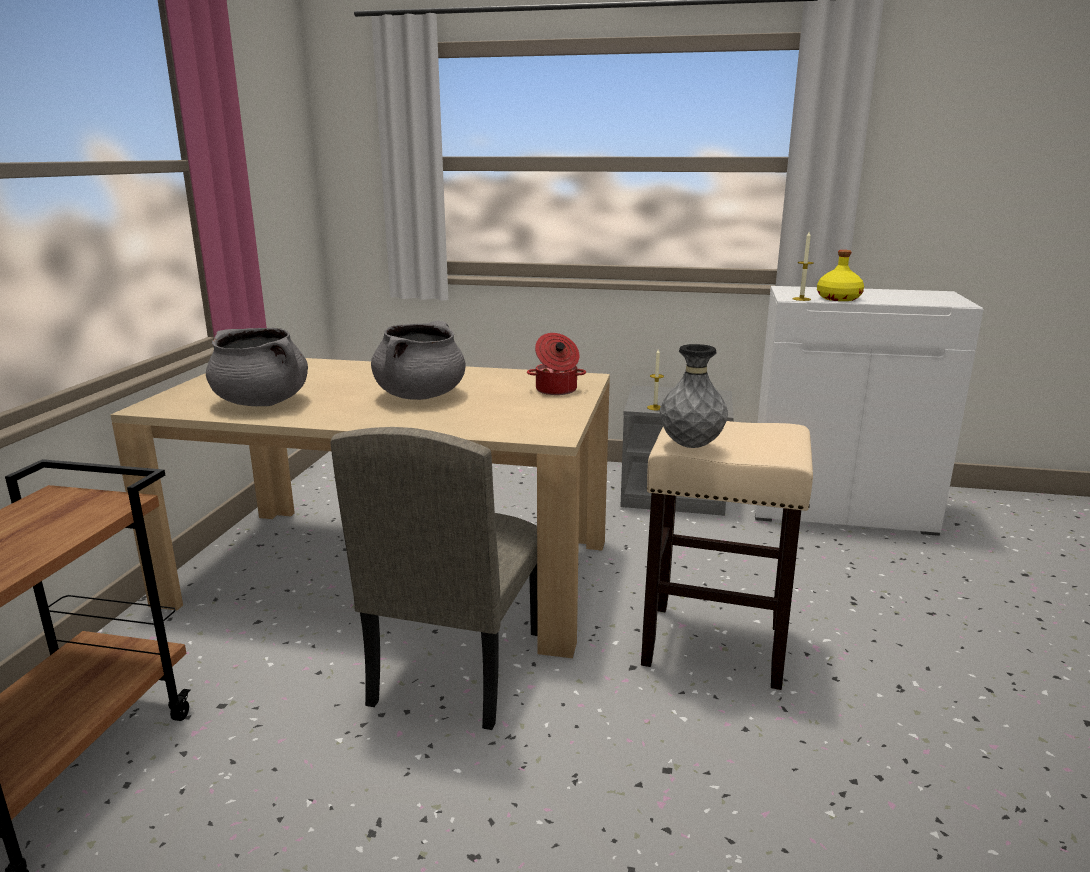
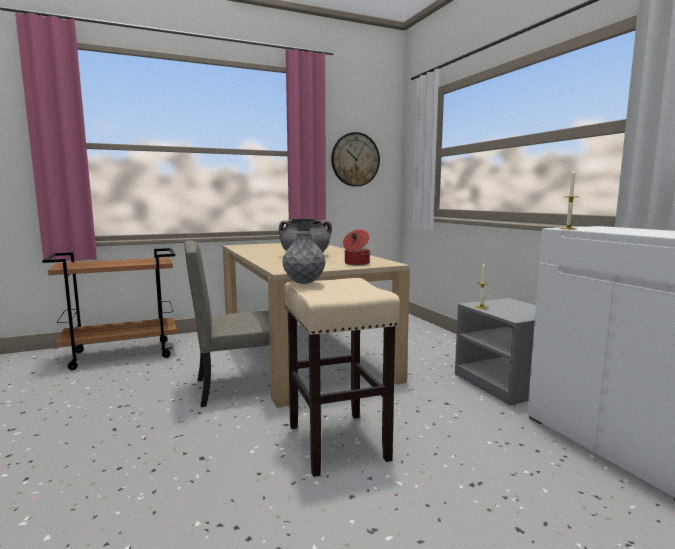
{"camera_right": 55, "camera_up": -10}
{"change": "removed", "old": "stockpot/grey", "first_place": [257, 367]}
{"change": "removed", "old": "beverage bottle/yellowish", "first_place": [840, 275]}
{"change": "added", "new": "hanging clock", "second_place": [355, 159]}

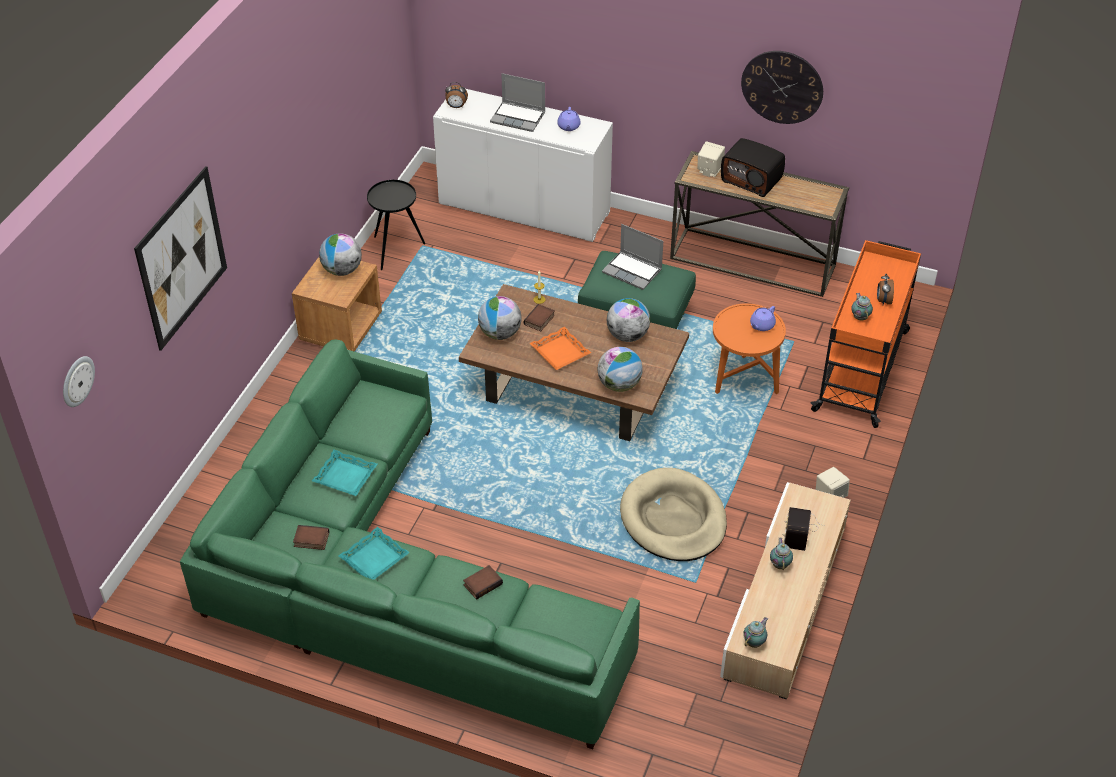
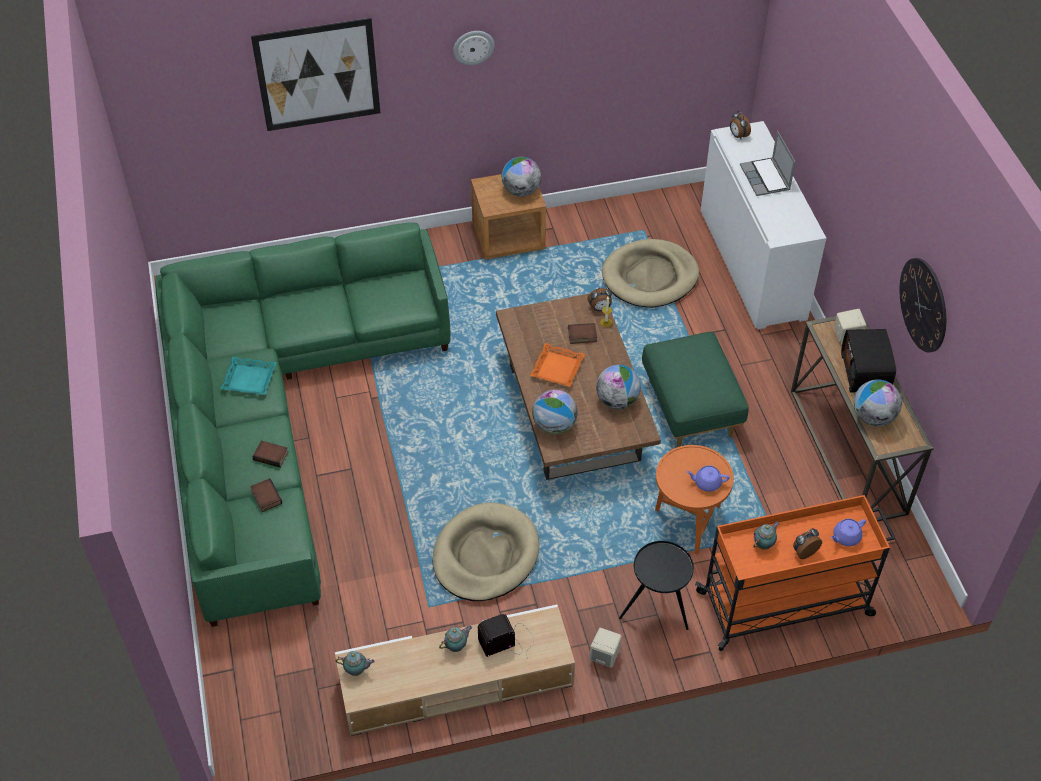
{"camera_right": 55, "camera_up": 5}
{"change": "moved", "old": "hanging clock", "first_place": [79, 381], "second_place": [473, 48]}
{"change": "moved", "old": "volume", "first_place": [311, 537], "second_place": [266, 495]}
{"change": "removed", "old": "serving tray/turquoise", "first_place": [344, 473]}
{"change": "moved", "old": "side table/black-coloured", "first_place": [396, 225], "second_place": [656, 585]}
{"change": "moved", "old": "world globe", "first_place": [500, 318], "second_place": [878, 402]}
{"change": "moved", "old": "pot for tea/purple-coloured", "first_place": [569, 119], "second_place": [848, 532]}
{"change": "removed", "old": "laptop", "first_place": [632, 257]}
{"change": "added", "new": "bedside clock", "second_place": [600, 299]}
{"change": "added", "new": "pet bed/beige", "second_place": [650, 273]}

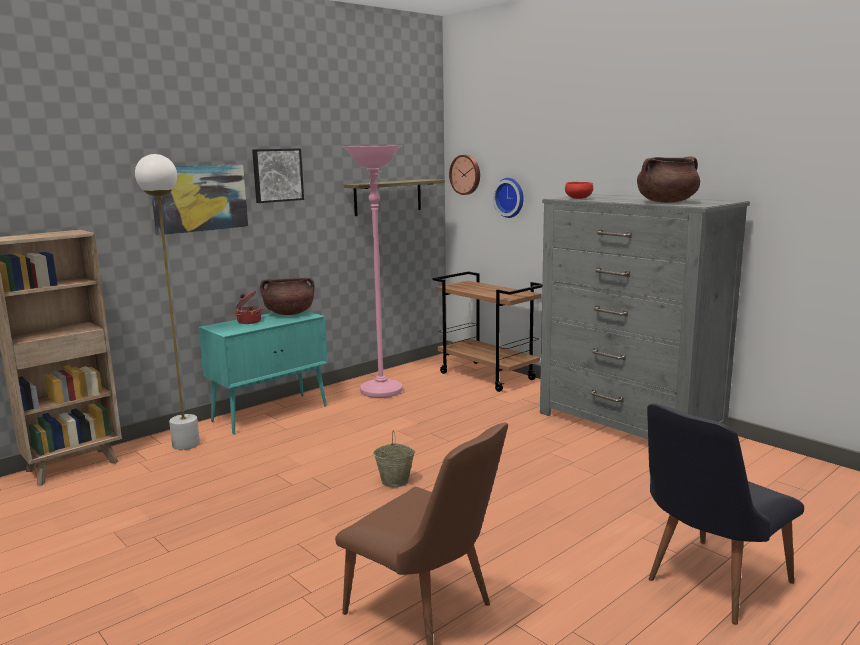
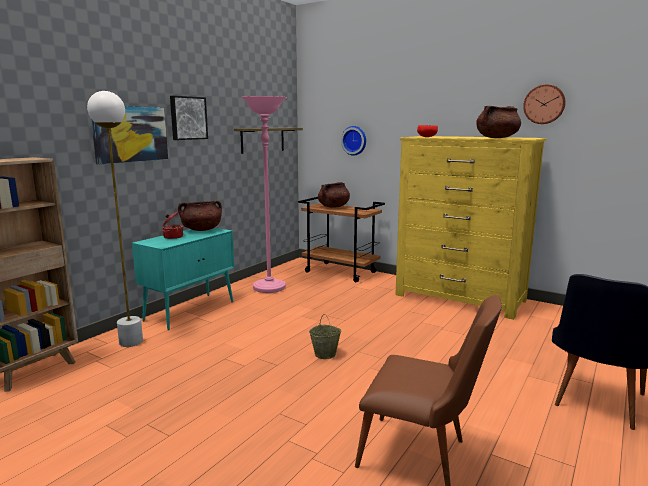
{"camera_right": -15, "camera_up": 0}
{"change": "moved", "old": "hanging clock", "first_place": [464, 175], "second_place": [544, 104]}
{"change": "recoloured", "old": "chest of drawers/grey", "new": "chest of drawers/yellowish", "first_place": [645, 316], "second_place": [470, 228]}
{"change": "added", "new": "stockpot/brown-coloured", "second_place": [334, 194]}

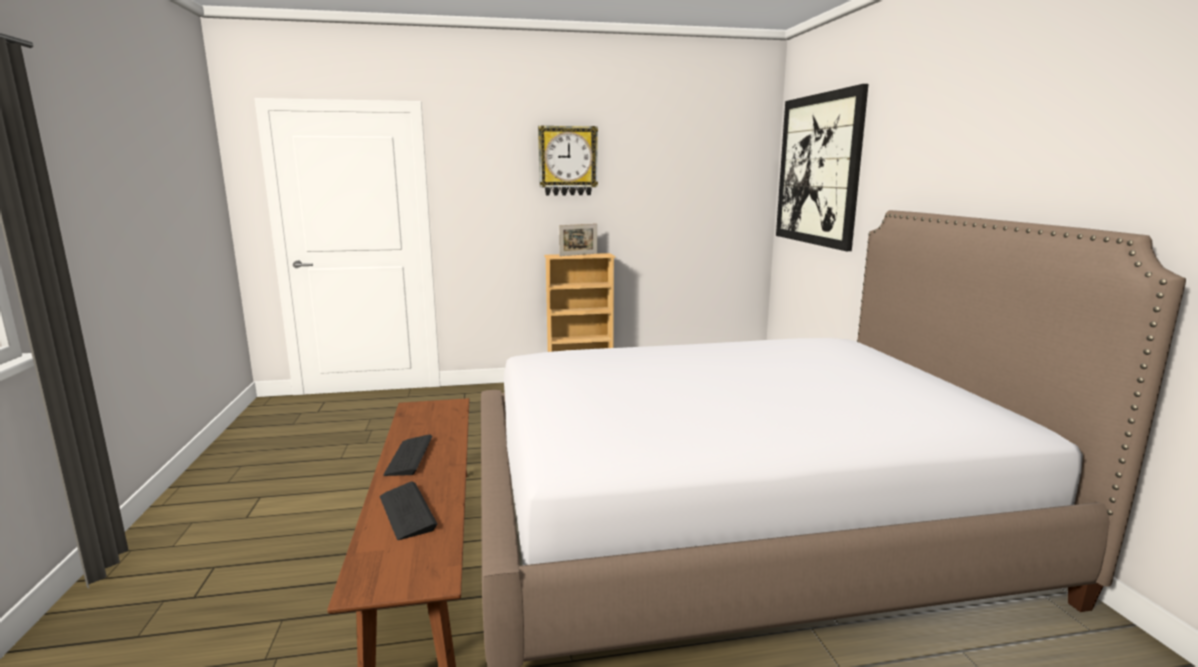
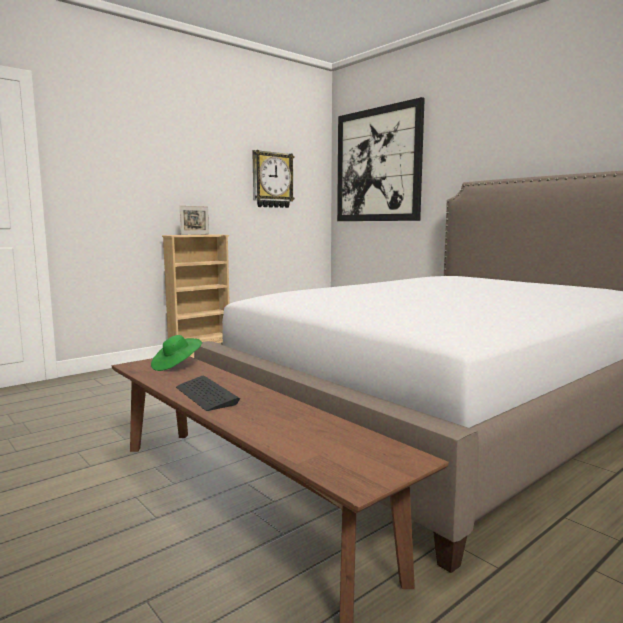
{"camera_right": -30, "camera_up": -5}
{"change": "removed", "old": "PC keyboard", "first_place": [408, 510]}
{"change": "moved", "old": "hanging clock", "first_place": [568, 160], "second_place": [273, 179]}
{"change": "added", "new": "wearable hat/green", "second_place": [176, 353]}

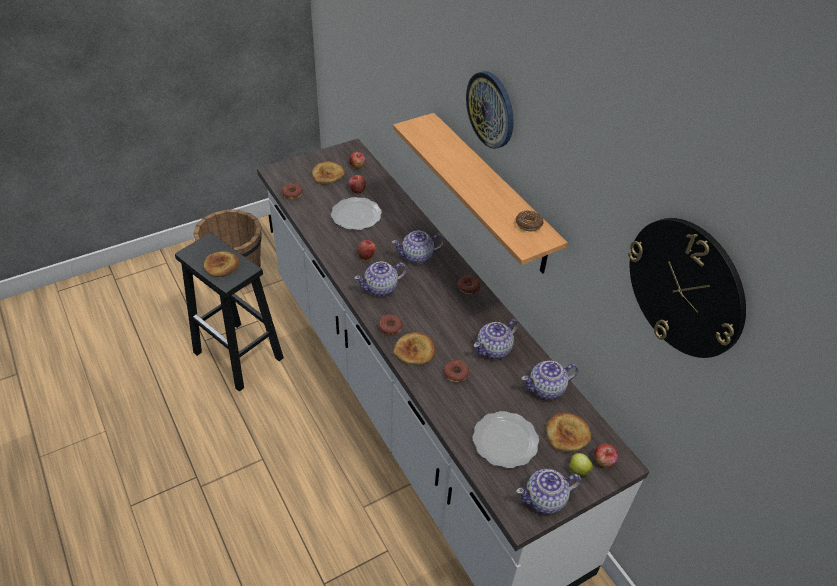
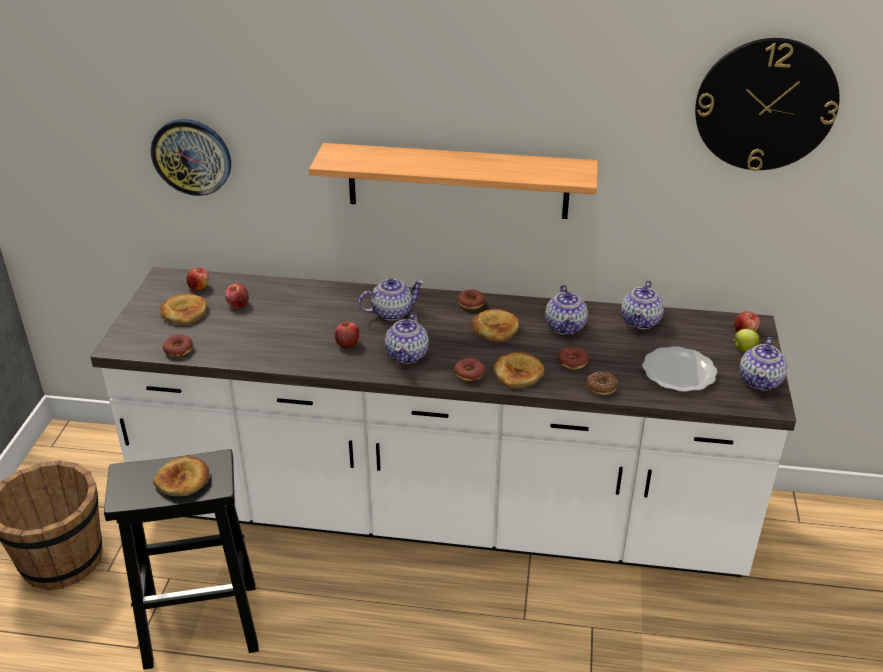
{"camera_right": -50, "camera_up": -10}
{"change": "removed", "old": "plate", "first_place": [356, 213]}
{"change": "turned", "old": "pot for tea", "first_place": [417, 247], "second_place": [391, 299], "degrees": -135}
{"change": "moved", "old": "hanging clock", "first_place": [490, 110], "second_place": [191, 157]}
{"change": "moved", "old": "doughnut", "first_place": [529, 220], "second_place": [602, 383]}
{"change": "moved", "old": "bakery bread", "first_place": [568, 433], "second_place": [495, 325]}

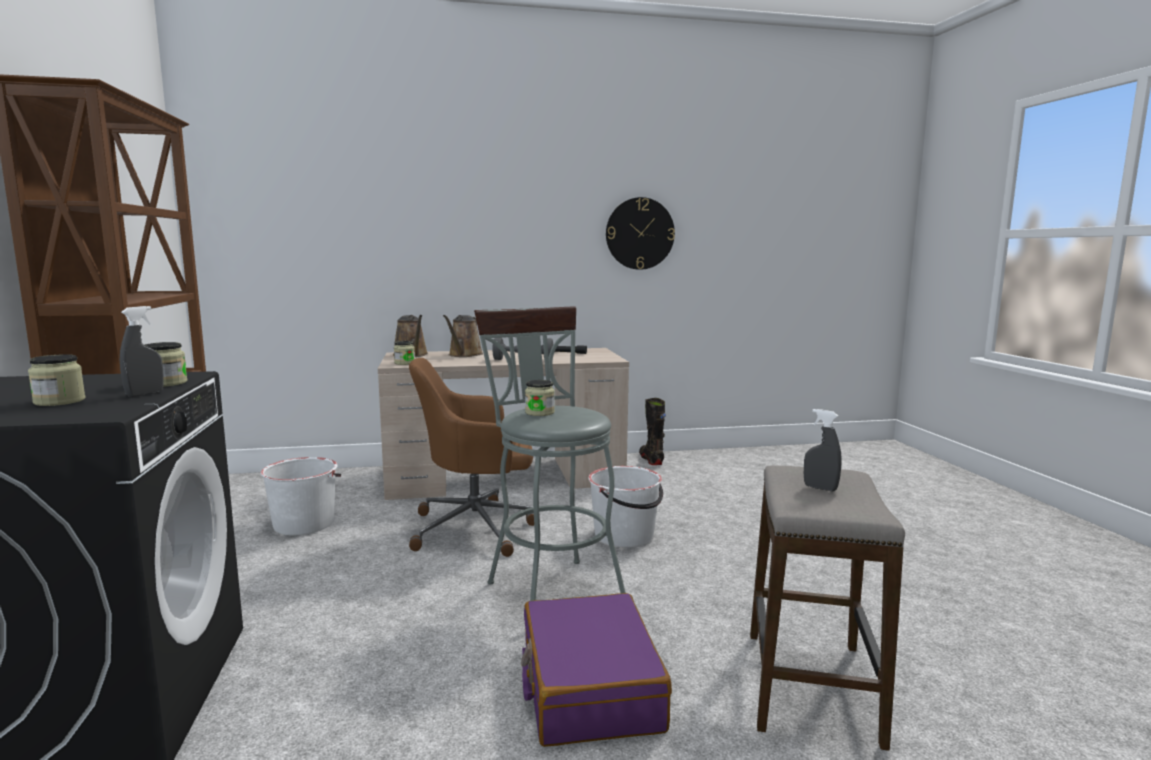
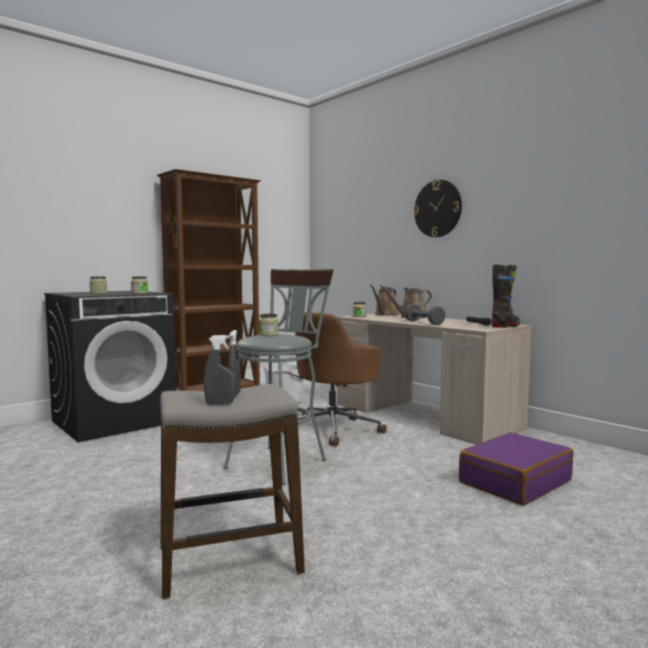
{"camera_right": 60, "camera_up": -5}
{"change": "moved", "old": "hand sprayer/grey", "first_place": [142, 351], "second_place": [219, 369]}
{"change": "turned", "old": "computer chair/brown-coloured", "first_place": [471, 457], "second_place": [335, 379], "degrees": -105}
{"change": "moved", "old": "suitcase/purple-coloured", "first_place": [596, 670], "second_place": [516, 469]}
{"change": "removed", "old": "water bucket/white", "first_place": [625, 506]}
{"change": "moved", "old": "hanging clock", "first_place": [640, 233], "second_place": [437, 208]}
{"change": "moved", "old": "tall boot/black-coloured", "first_place": [652, 431], "second_place": [506, 296]}

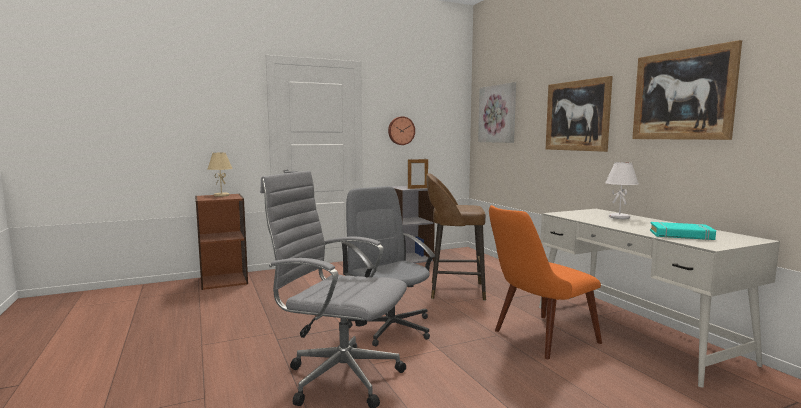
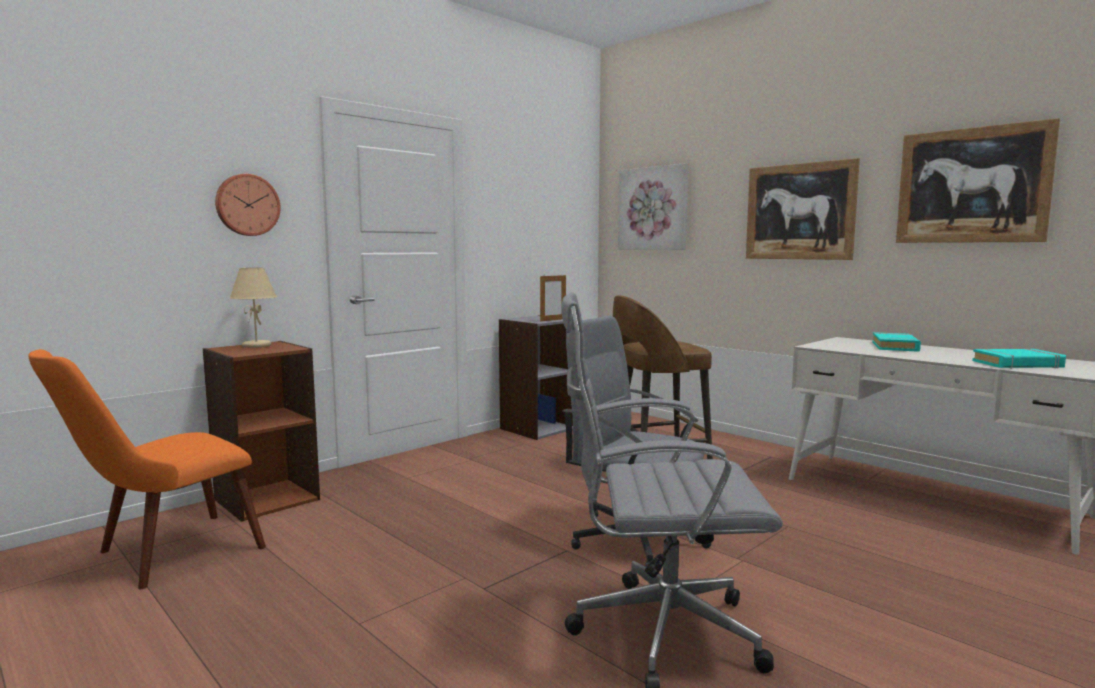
{"camera_right": -20, "camera_up": 0}
{"change": "moved", "old": "hanging clock", "first_place": [401, 130], "second_place": [248, 205]}
{"change": "moved", "old": "plain chair/orange", "first_place": [545, 282], "second_place": [147, 469]}
{"change": "replaced", "old": "table lamp/white", "new": "volume/turquoise", "first_place": [622, 190], "second_place": [896, 342]}

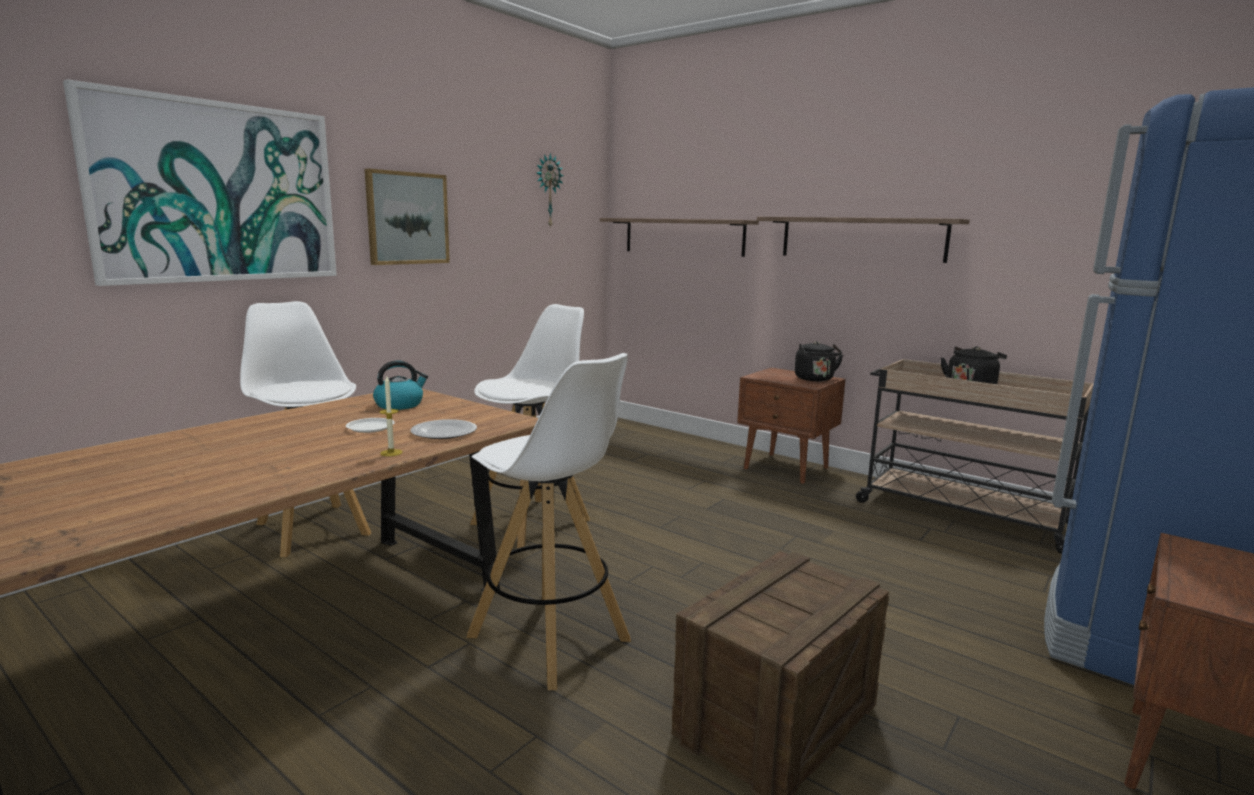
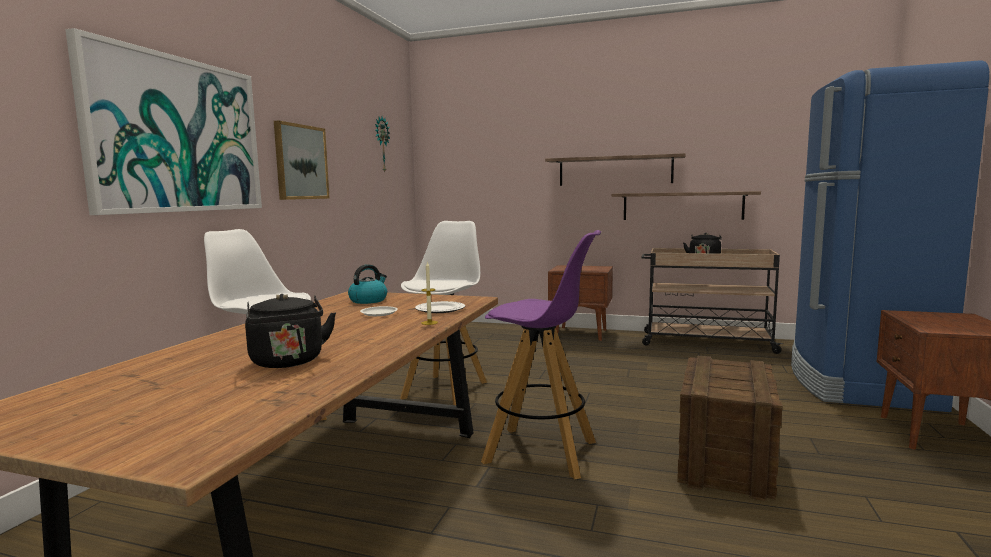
{"camera_right": -20, "camera_up": -5}
{"change": "recoloured", "old": "sitting stool/white", "new": "sitting stool/purple-coloured", "first_place": [549, 521], "second_place": [541, 354]}
{"change": "moved", "old": "shelf", "first_place": [679, 237], "second_place": [686, 205]}
{"change": "moved", "old": "kettle/black-coloured", "first_place": [819, 361], "second_place": [290, 331]}

